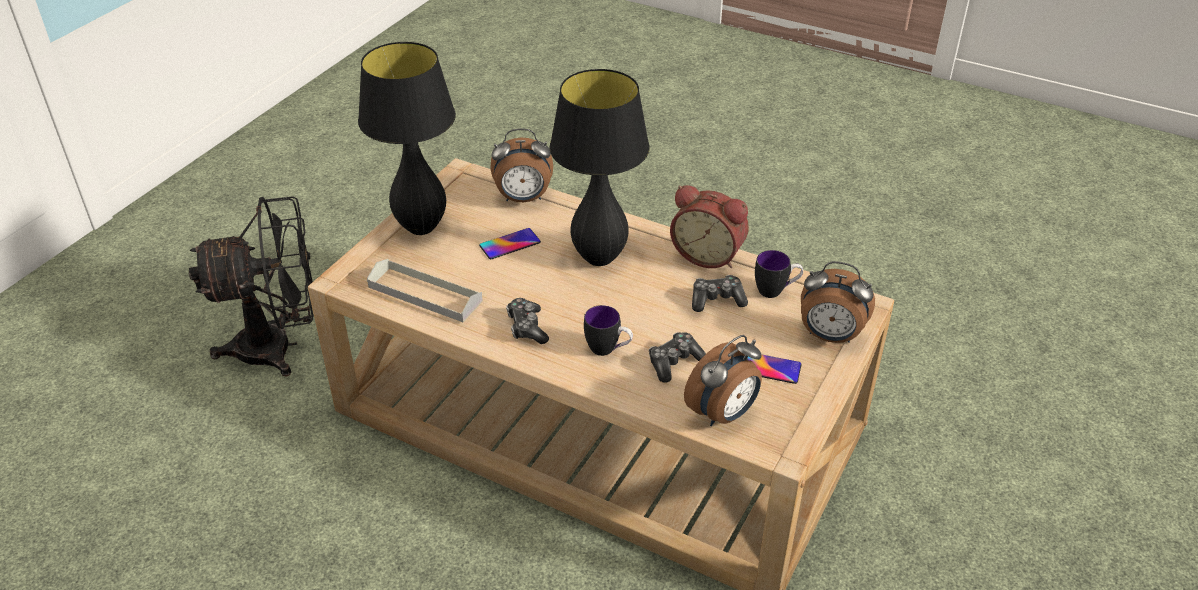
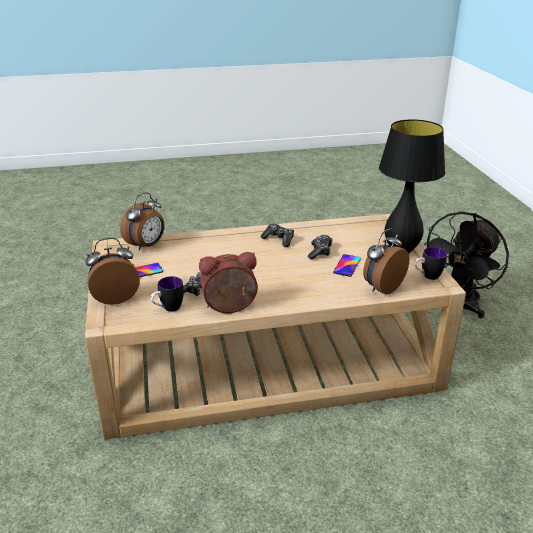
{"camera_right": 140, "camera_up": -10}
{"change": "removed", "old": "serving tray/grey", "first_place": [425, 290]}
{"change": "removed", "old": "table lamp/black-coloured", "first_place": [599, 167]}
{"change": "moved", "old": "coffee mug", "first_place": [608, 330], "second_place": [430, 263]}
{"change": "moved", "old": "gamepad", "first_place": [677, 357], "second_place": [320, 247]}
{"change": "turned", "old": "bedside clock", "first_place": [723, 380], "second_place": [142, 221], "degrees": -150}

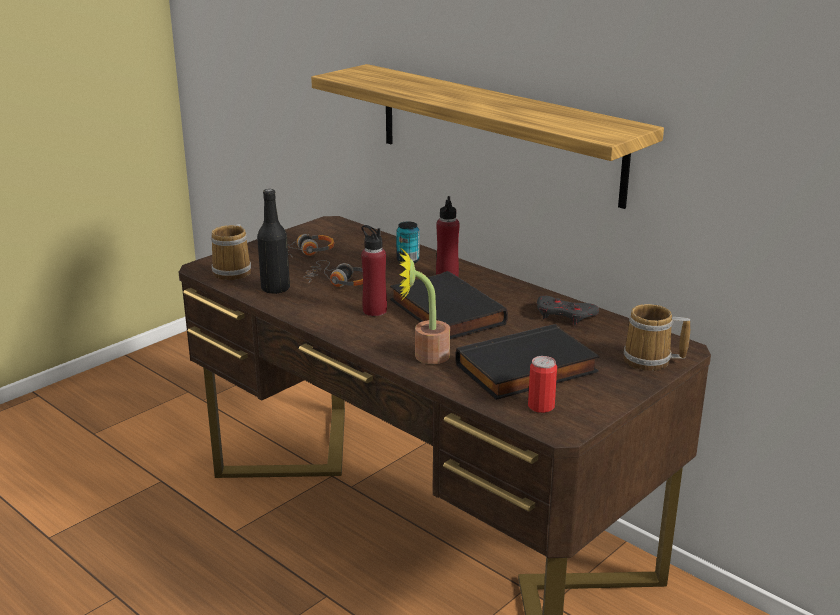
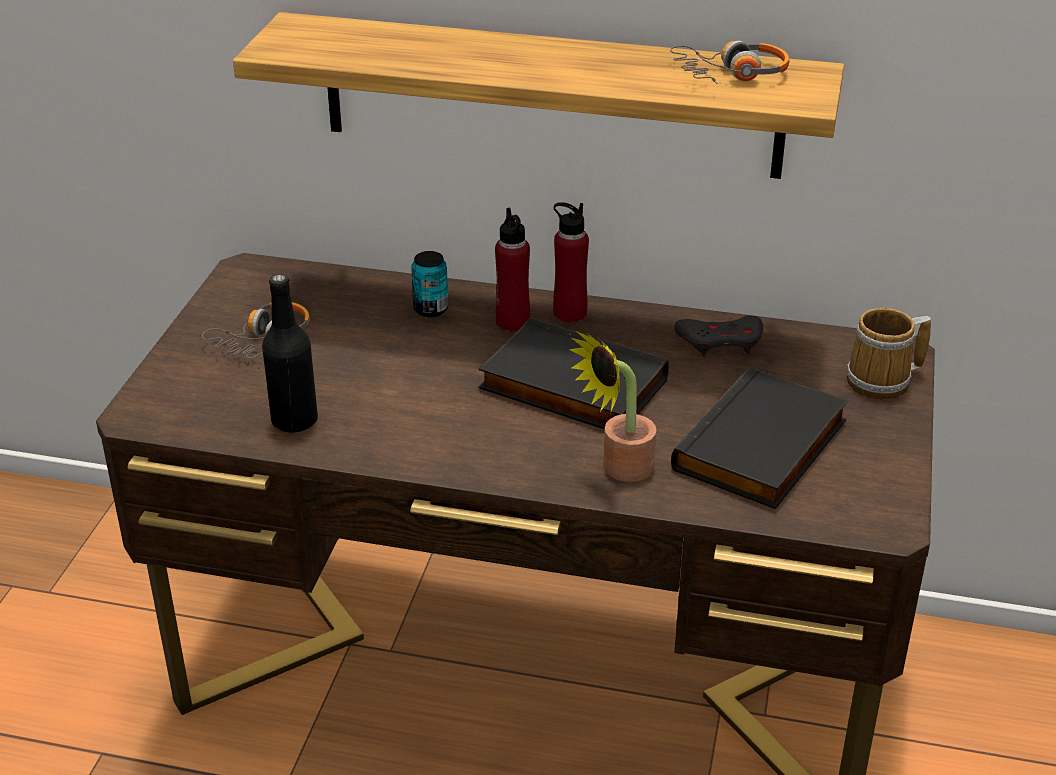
{"camera_right": -30, "camera_up": 10}
{"change": "removed", "old": "coffee mug", "first_place": [231, 252]}
{"change": "moved", "old": "headphones", "first_place": [333, 273], "second_place": [729, 62]}
{"change": "moved", "old": "beverage bottle/reddish", "first_place": [374, 270], "second_place": [571, 262]}
{"change": "removed", "old": "metal can", "first_place": [542, 384]}

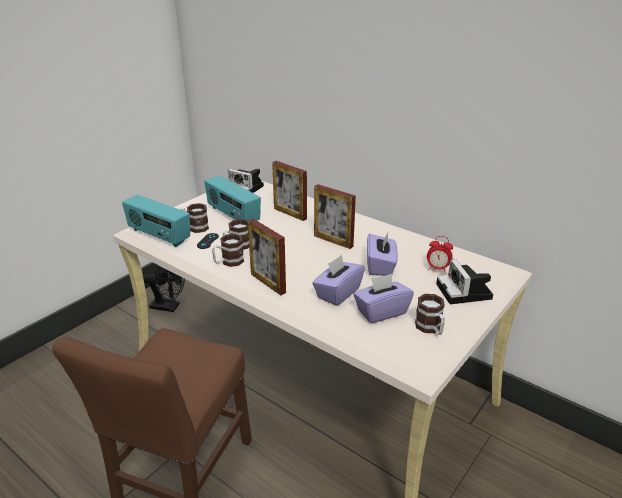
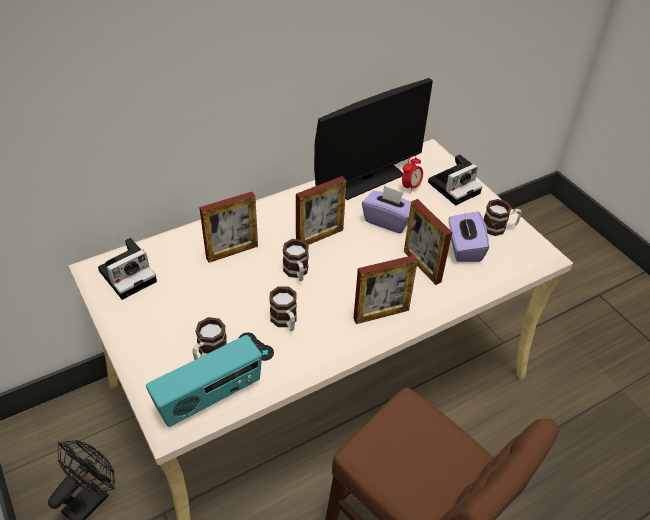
{"camera_right": -70, "camera_up": 15}
{"change": "removed", "old": "radio receiver", "first_place": [232, 198]}
{"change": "moved", "old": "coffee mug", "first_place": [228, 250], "second_place": [296, 260]}
{"change": "replaced", "old": "box of tissues/purple-coloured", "new": "photo frame", "first_place": [338, 280], "second_place": [428, 242]}
{"change": "turned", "old": "photo camera", "first_place": [464, 281], "second_place": [455, 179], "degrees": -45}
{"change": "added", "new": "monitor", "second_place": [373, 139]}

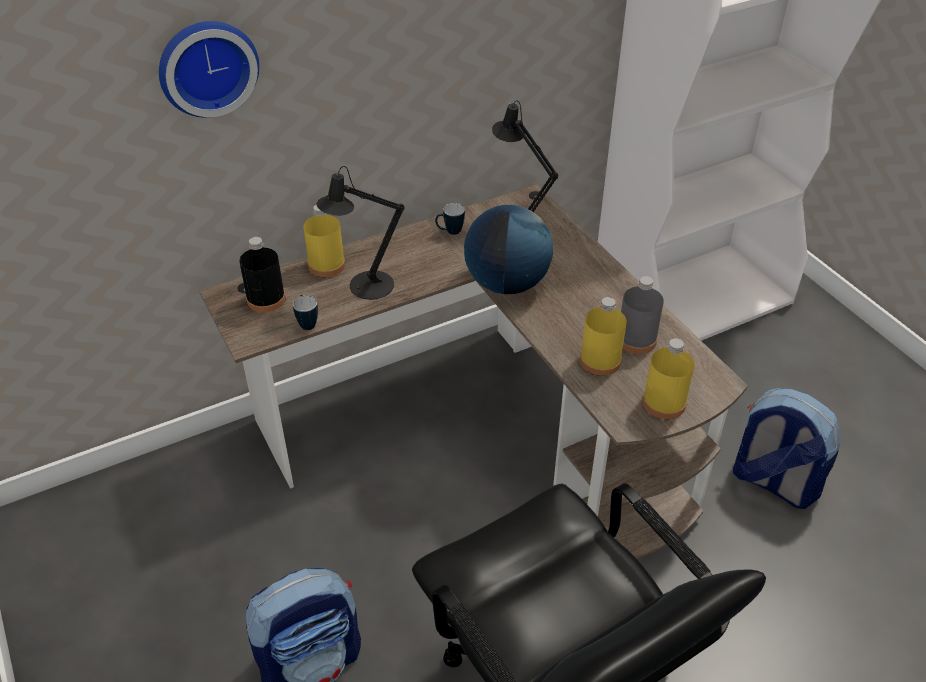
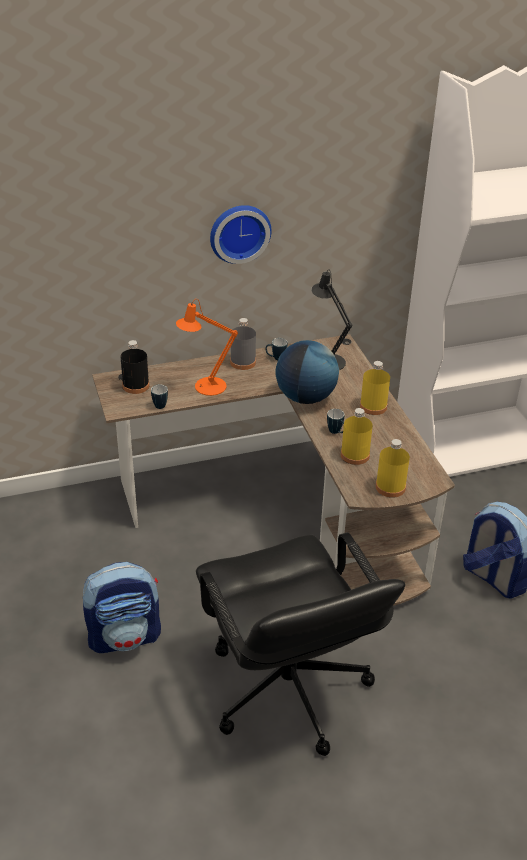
{"camera_right": 10, "camera_up": -5}
{"change": "moved", "old": "hanging clock", "first_place": [209, 69], "second_place": [240, 234]}
{"change": "moved", "old": "beverage bottle/yellowish", "first_place": [324, 241], "second_place": [375, 388]}
{"change": "recoloured", "old": "table lamp/black-coloured", "new": "table lamp/orange", "first_place": [361, 233], "second_place": [207, 347]}
{"change": "moved", "old": "beverage bottle/grey", "first_place": [642, 315], "second_place": [243, 344]}
{"change": "added", "new": "coffee mug", "second_place": [335, 421]}

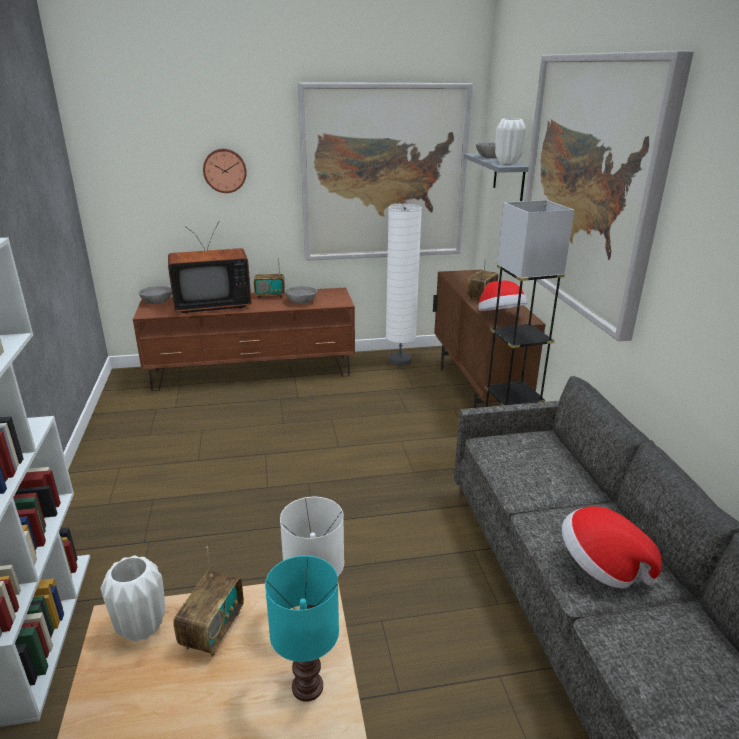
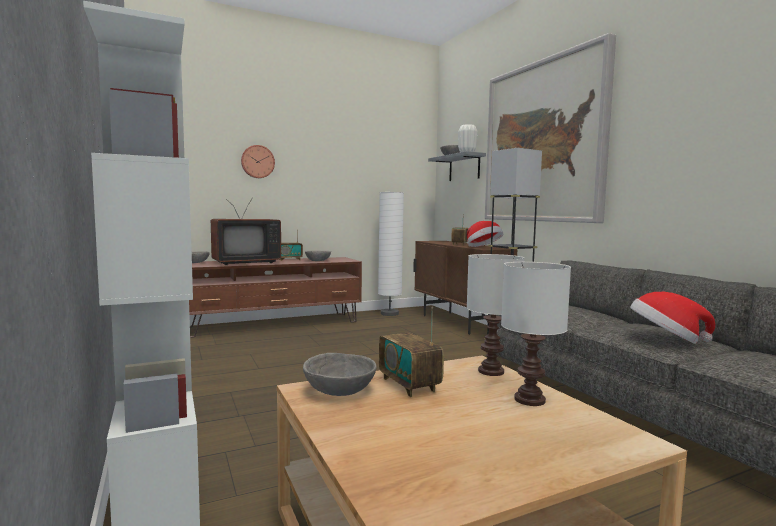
{"camera_right": -15, "camera_up": -20}
{"change": "replaced", "old": "decorative vase/white", "new": "deep dish/grey", "first_place": [133, 598], "second_place": [340, 374]}
{"change": "turned", "old": "radio receiver", "first_place": [208, 601], "second_place": [411, 352], "degrees": 150}
{"change": "recoloured", "old": "table lamp/turquoise", "new": "table lamp/white", "first_place": [302, 629], "second_place": [536, 334]}
{"change": "removed", "old": "wall picture", "first_place": [385, 171]}

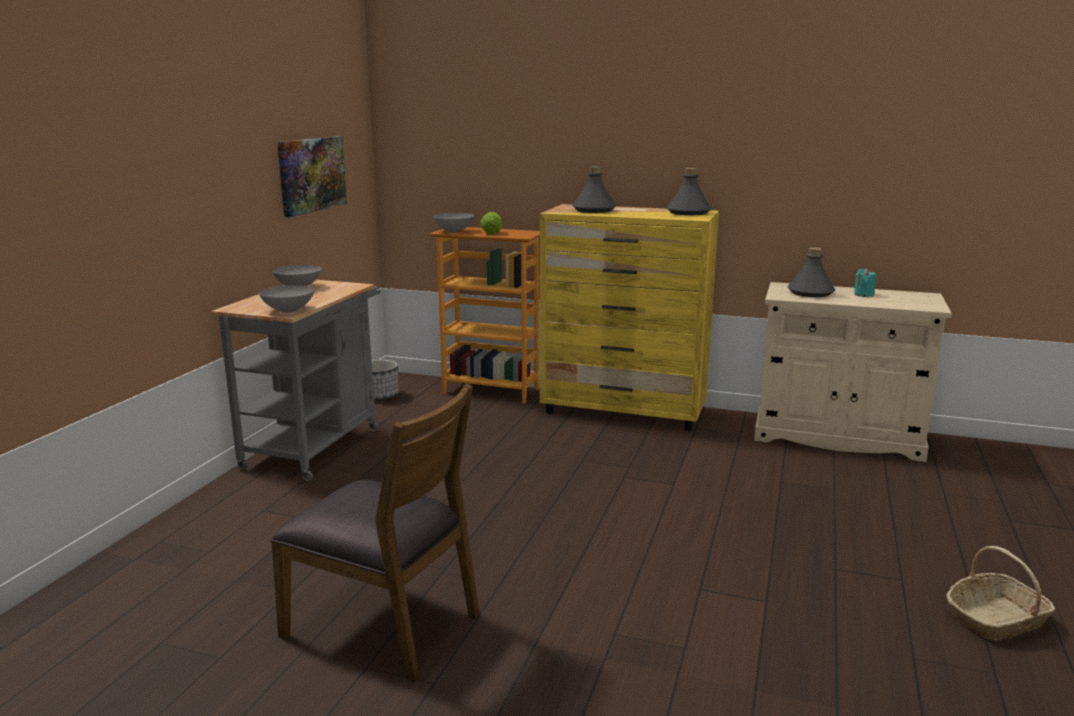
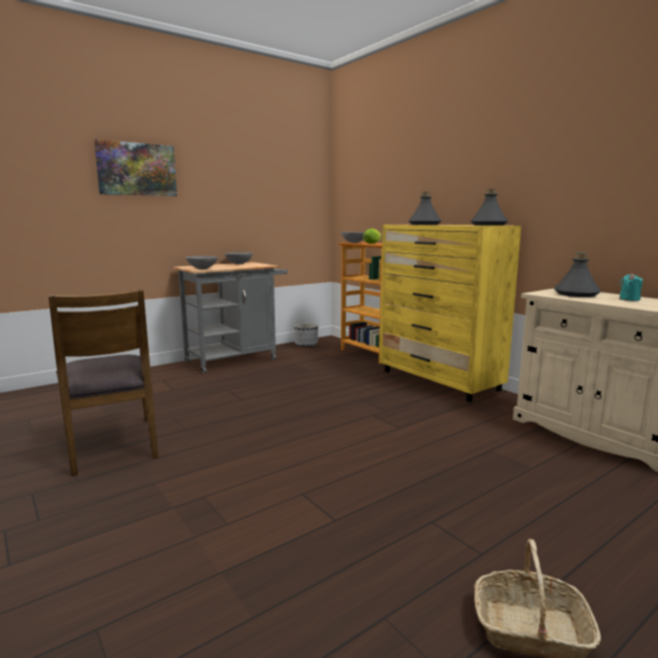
{"camera_right": 35, "camera_up": -5}
{"change": "moved", "old": "wall picture", "first_place": [312, 176], "second_place": [135, 167]}

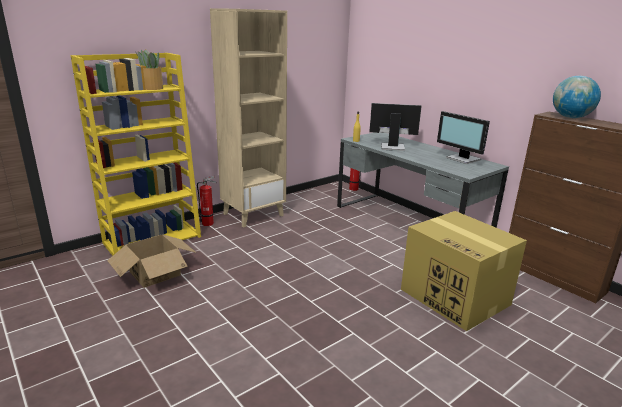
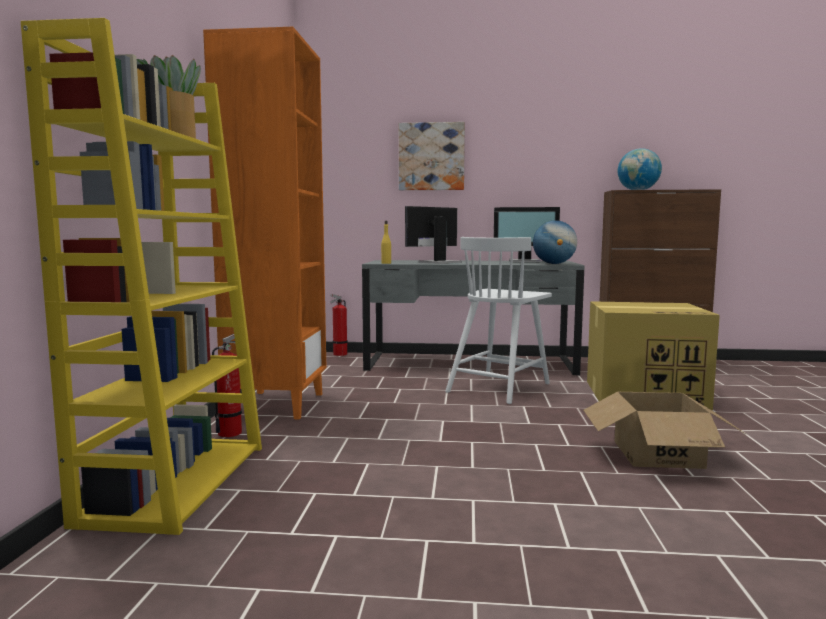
{"camera_right": -45, "camera_up": -15}
{"change": "moved", "old": "carton", "first_place": [152, 261], "second_place": [665, 430]}
{"change": "recoloured", "old": "bookshelf/beige", "new": "bookshelf/orange", "first_place": [248, 118], "second_place": [264, 223]}
{"change": "added", "new": "wall picture", "second_place": [432, 156]}
{"change": "added", "new": "plain chair/white", "second_place": [498, 320]}
{"change": "added", "new": "world globe", "second_place": [555, 242]}

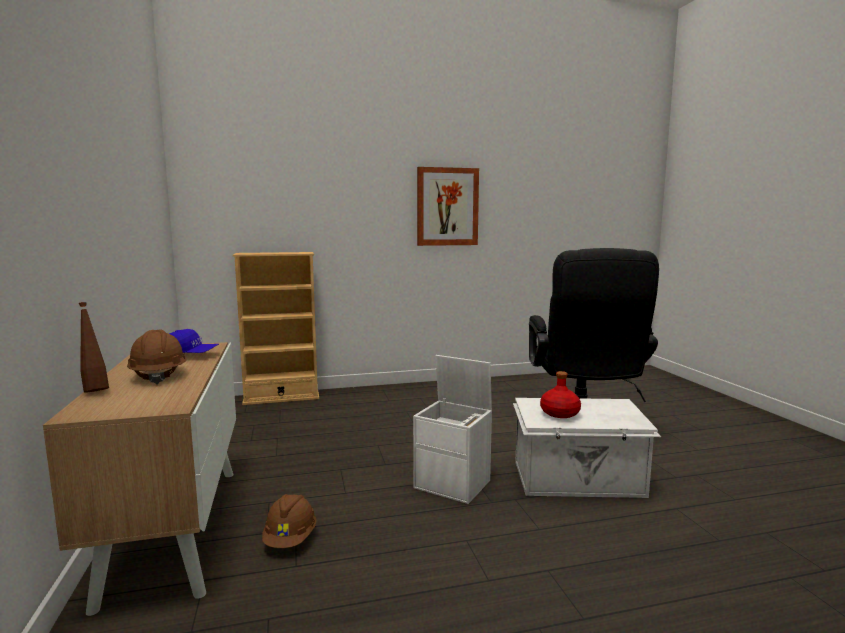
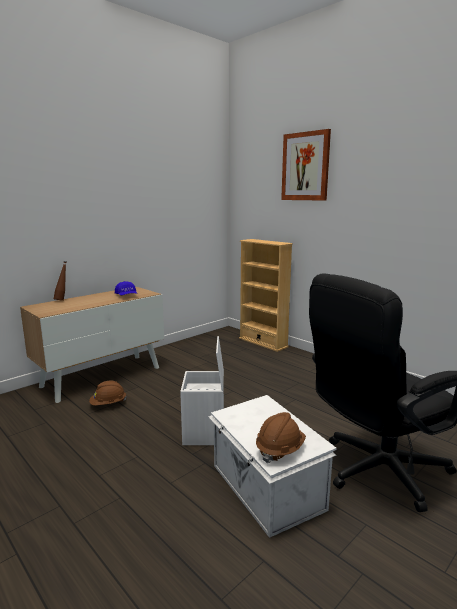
{"camera_right": 60, "camera_up": 5}
{"change": "moved", "old": "safety helmet/brown-coloured", "first_place": [157, 357], "second_place": [281, 437]}
{"change": "moved", "old": "wall picture", "first_place": [448, 206], "second_place": [306, 165]}
{"change": "removed", "old": "beverage bottle/reddish", "first_place": [560, 394]}

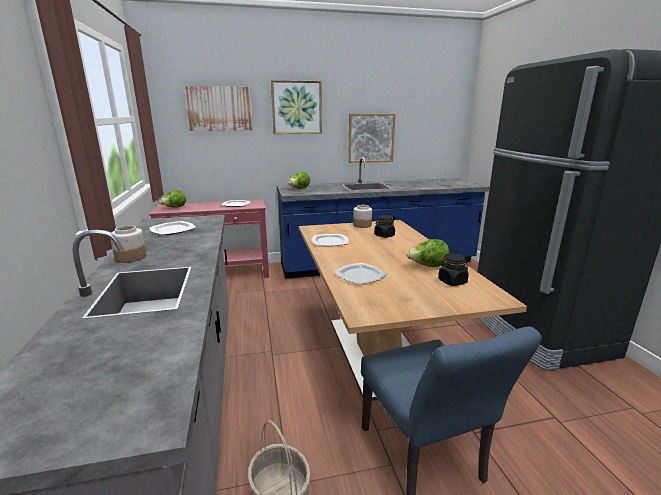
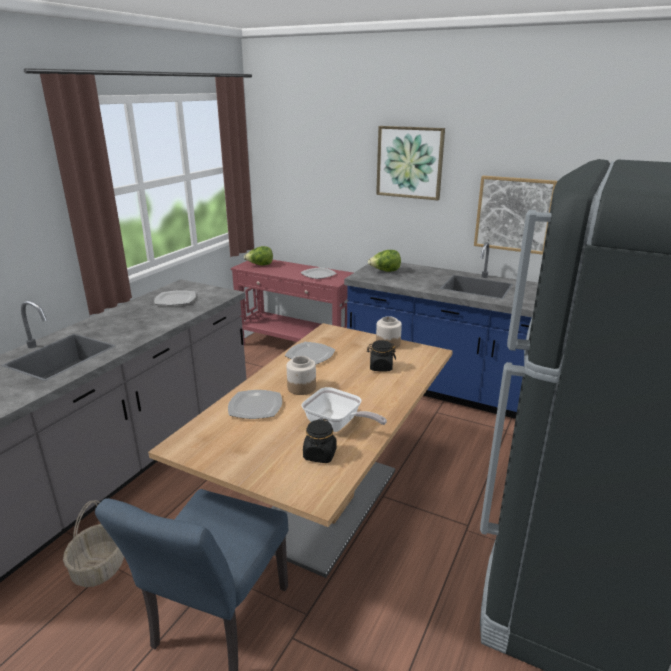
{"camera_right": 40, "camera_up": 5}
{"change": "moved", "old": "storage jar", "first_place": [128, 244], "second_place": [301, 375]}
{"change": "removed", "old": "wall picture", "first_place": [218, 108]}
{"change": "replaced", "old": "head of lettuce", "new": "skillet", "first_place": [427, 253], "second_place": [344, 409]}

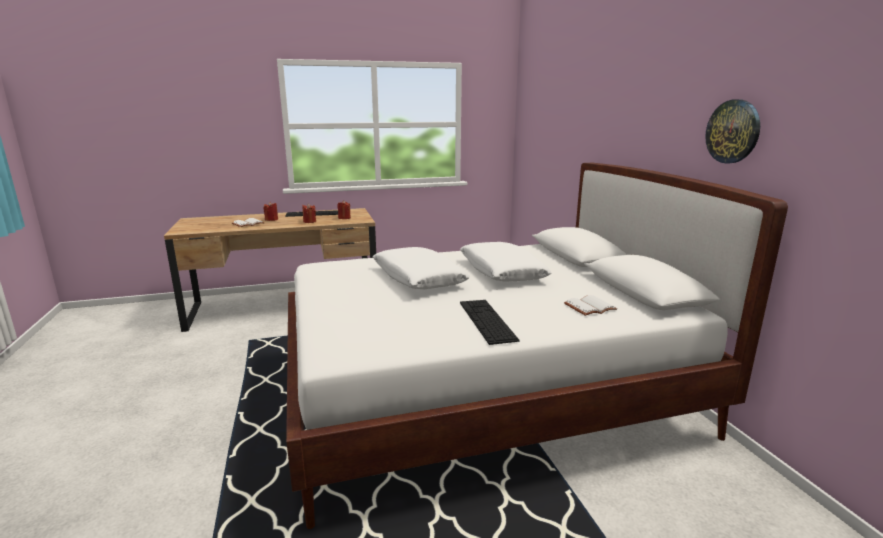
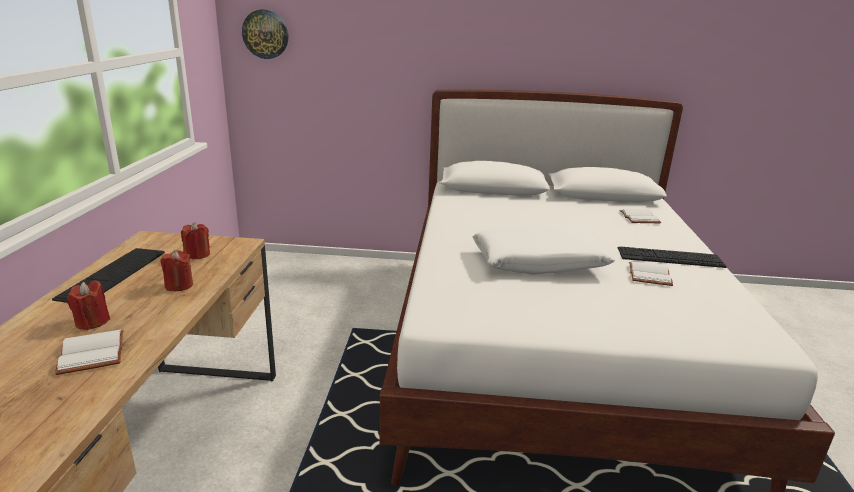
{"camera_right": -70, "camera_up": 5}
{"change": "removed", "old": "throw pillow/white", "first_place": [506, 262]}
{"change": "moved", "old": "hanging clock", "first_place": [732, 131], "second_place": [265, 34]}
{"change": "added", "new": "volume/white", "second_place": [651, 273]}

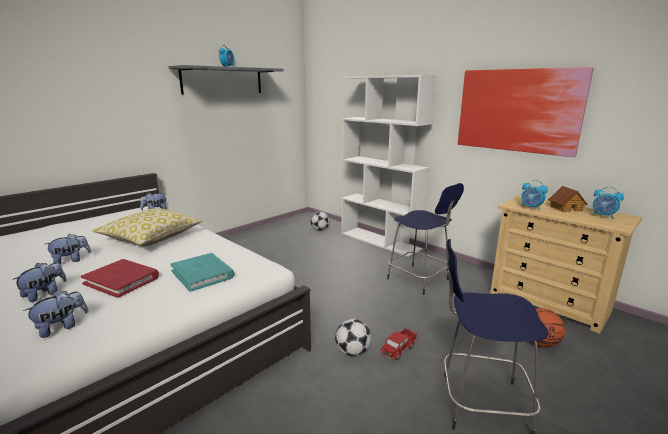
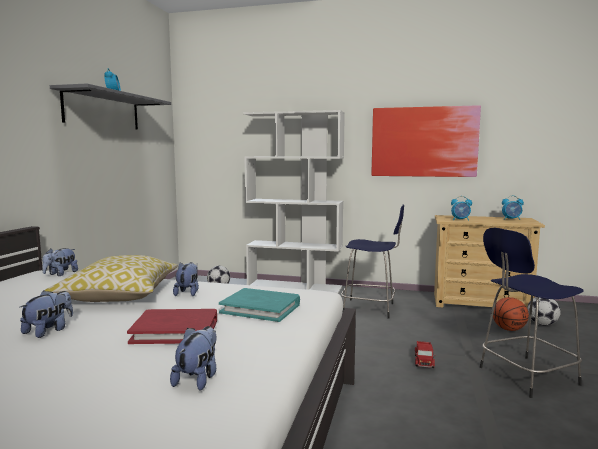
{"camera_right": -30, "camera_up": -10}
{"change": "moved", "old": "plush toy", "first_place": [39, 282], "second_place": [186, 279]}
{"change": "moved", "old": "ball for football", "first_place": [353, 338], "second_place": [544, 311]}
{"change": "removed", "old": "model house", "first_place": [567, 199]}

